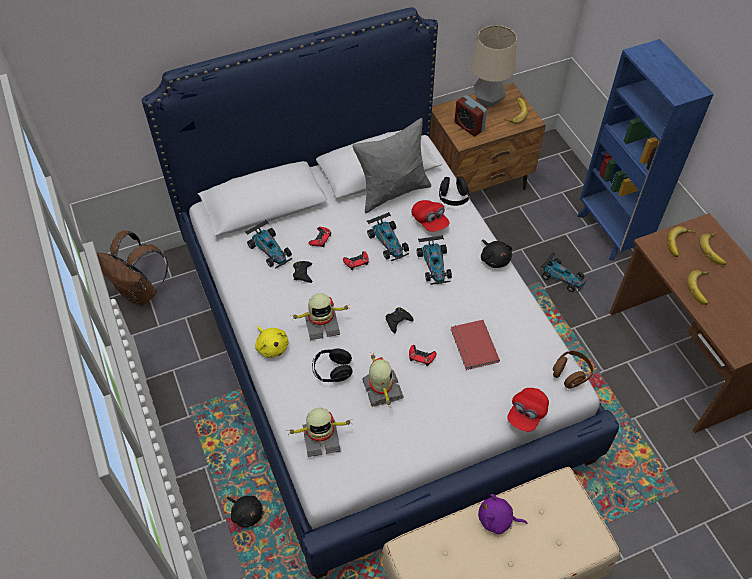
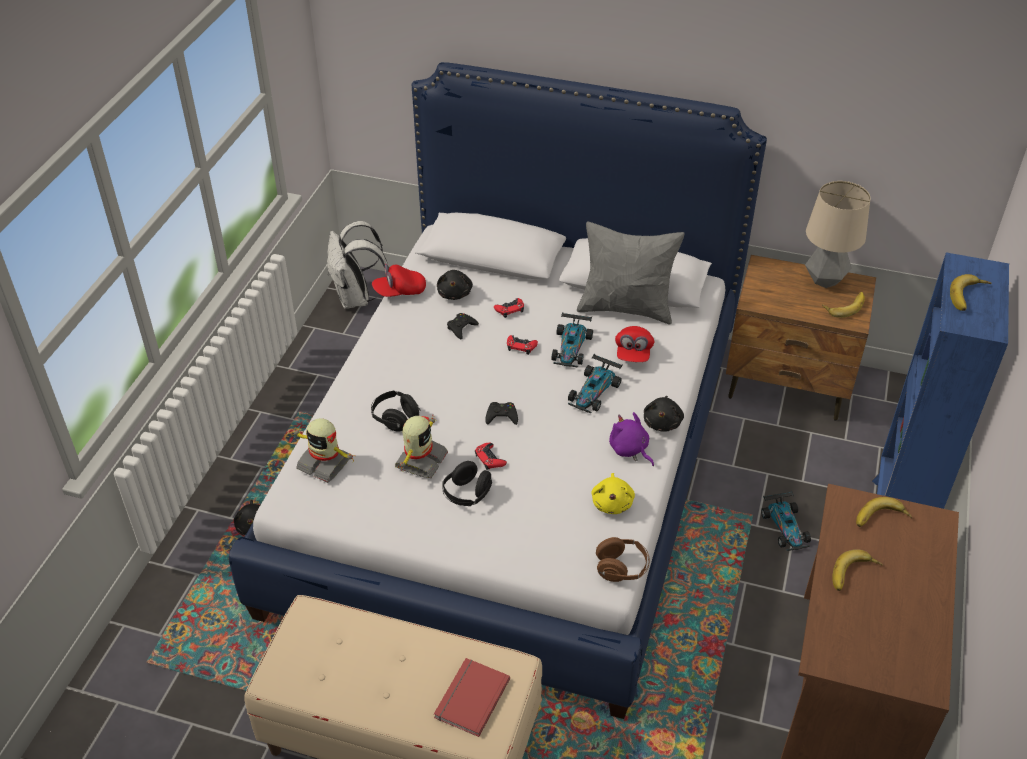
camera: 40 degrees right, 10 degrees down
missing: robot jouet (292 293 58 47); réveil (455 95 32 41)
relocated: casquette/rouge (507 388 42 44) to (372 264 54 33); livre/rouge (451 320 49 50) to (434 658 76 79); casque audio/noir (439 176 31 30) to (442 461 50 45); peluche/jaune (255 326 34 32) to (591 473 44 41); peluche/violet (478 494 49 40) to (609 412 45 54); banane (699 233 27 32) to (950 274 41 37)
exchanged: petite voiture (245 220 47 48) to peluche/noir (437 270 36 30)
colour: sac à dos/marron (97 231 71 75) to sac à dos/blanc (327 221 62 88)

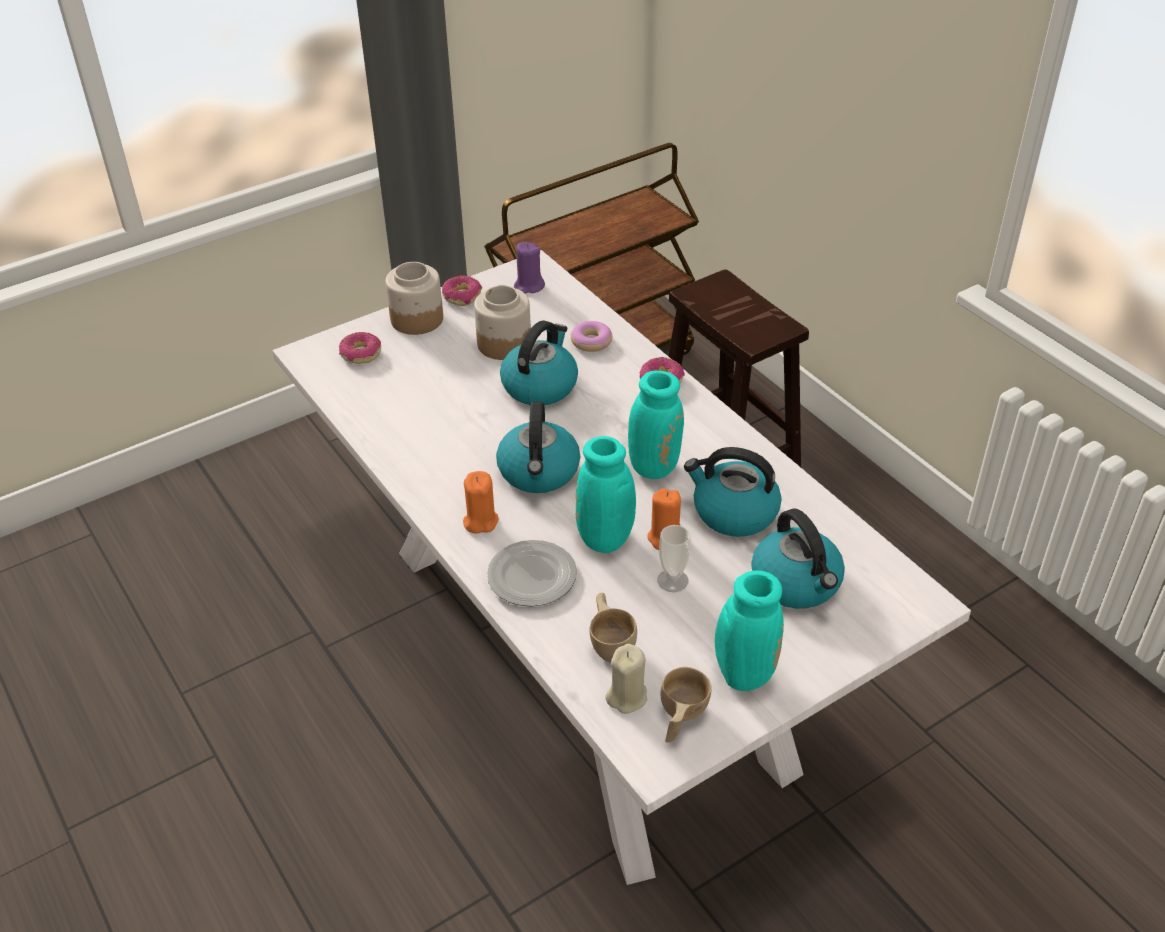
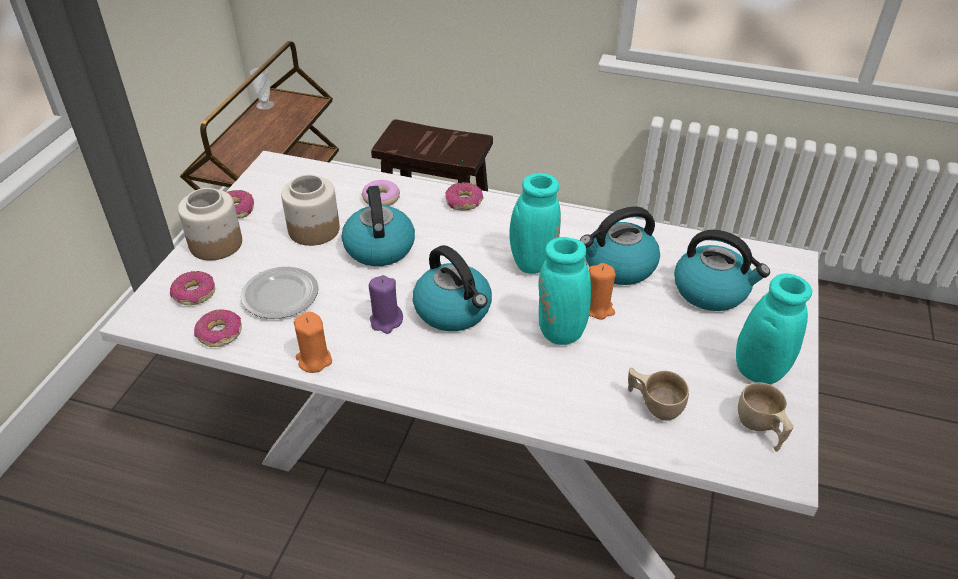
camera: 40 degrees left, 0 degrees up
missing: bougie/beige (606 644 41 70)
appeared: beignet (194 309 48 38)
relocated: assiette (487 540 90 66) to (240 267 79 52); tasse (657 525 33 67) to (250 68 24 42); bougie/orange (463 471 36 63) to (294 312 38 61); bougie/violet (514 242 31 52) to (369 275 34 59)

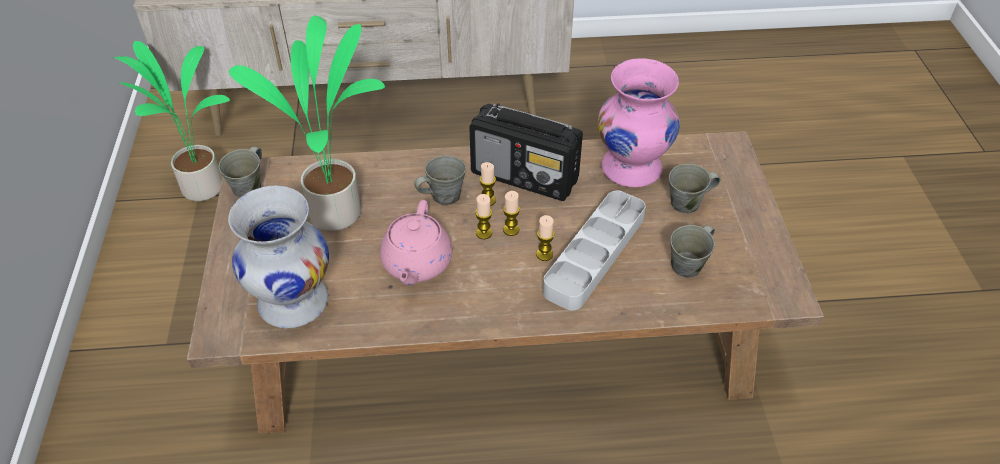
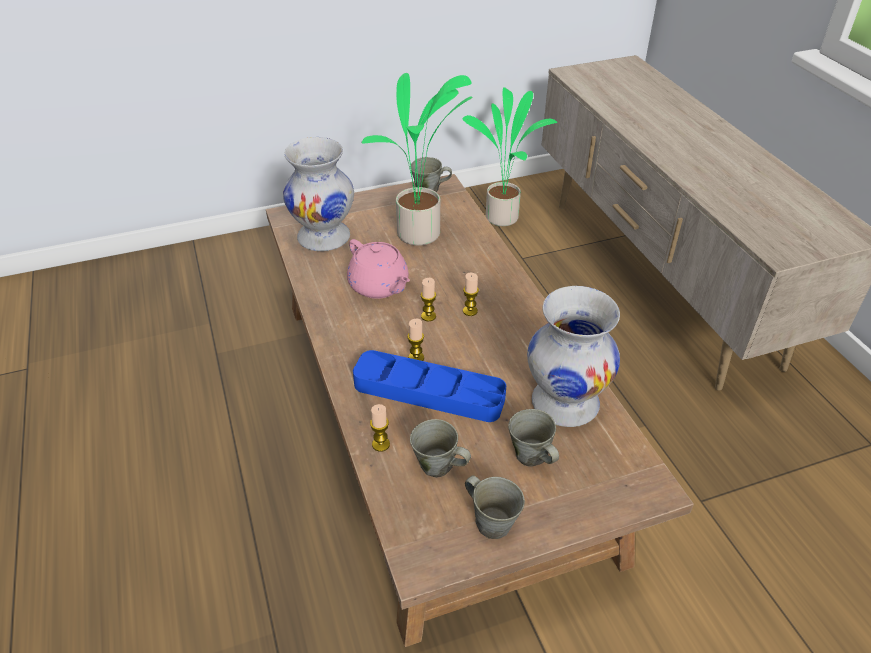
camera: 75 degrees right, 5 degrees down
missing: radio (469 103 114 98)
relocated: bougie (503 191 17 45) to (370 404 20 48); mug/gris (414 155 52 50) to (465 476 60 63)
colour: plateau/gris (543 191 103 119) to plateau/bleu (353 350 153 72); vase/rose (597 58 83 130) to vase/blanc (527 286 93 141)
spun: théière/rose (380 200 73 85) = (347 239 63 60) 120 degrees counterclockwise

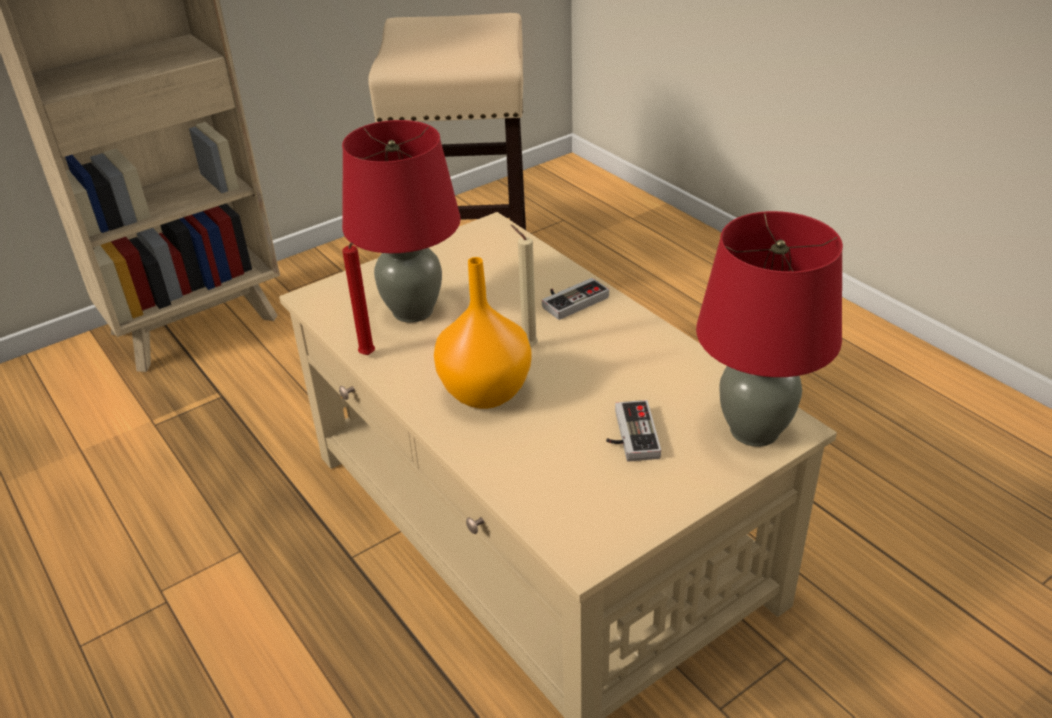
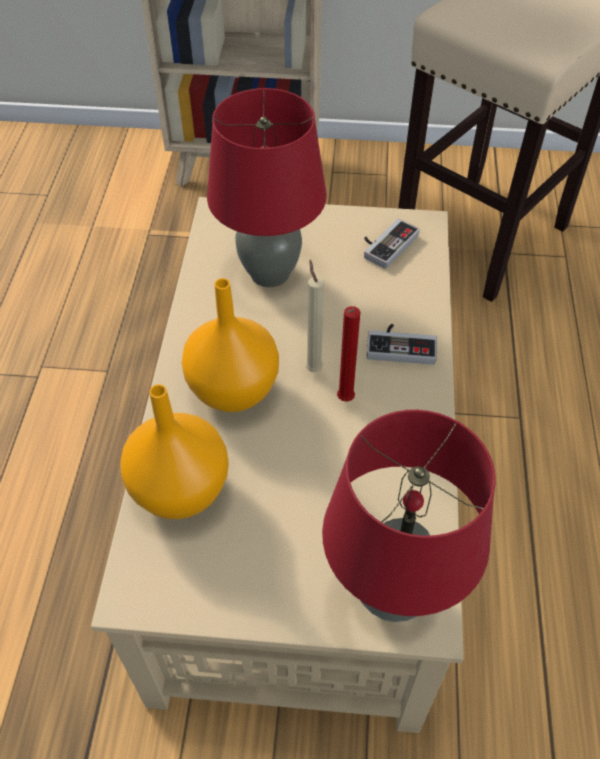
camera: 40 degrees right, 15 degrees up
appeared: vase/orange (120 384 109 135)
relocated: bougie/rouge (342 242 33 113) to (337 306 23 96); manette (606 400 55 61) to (364 219 56 50)

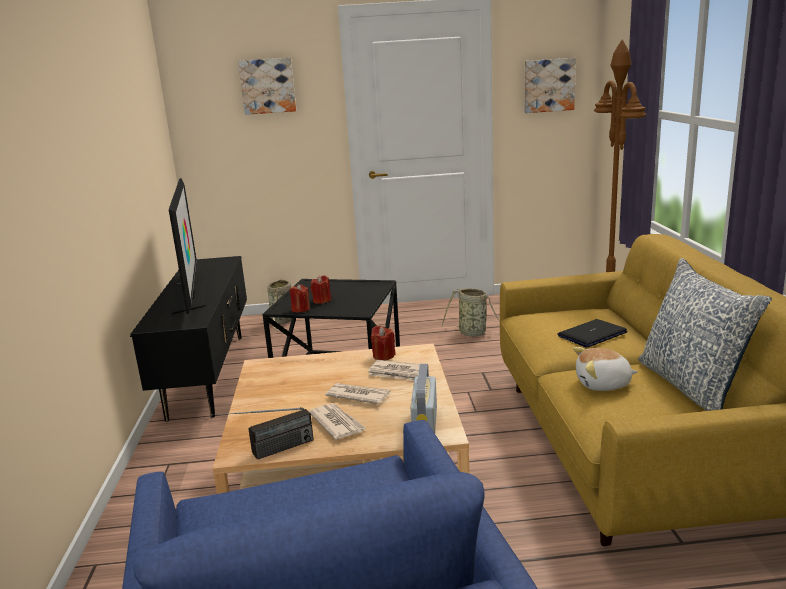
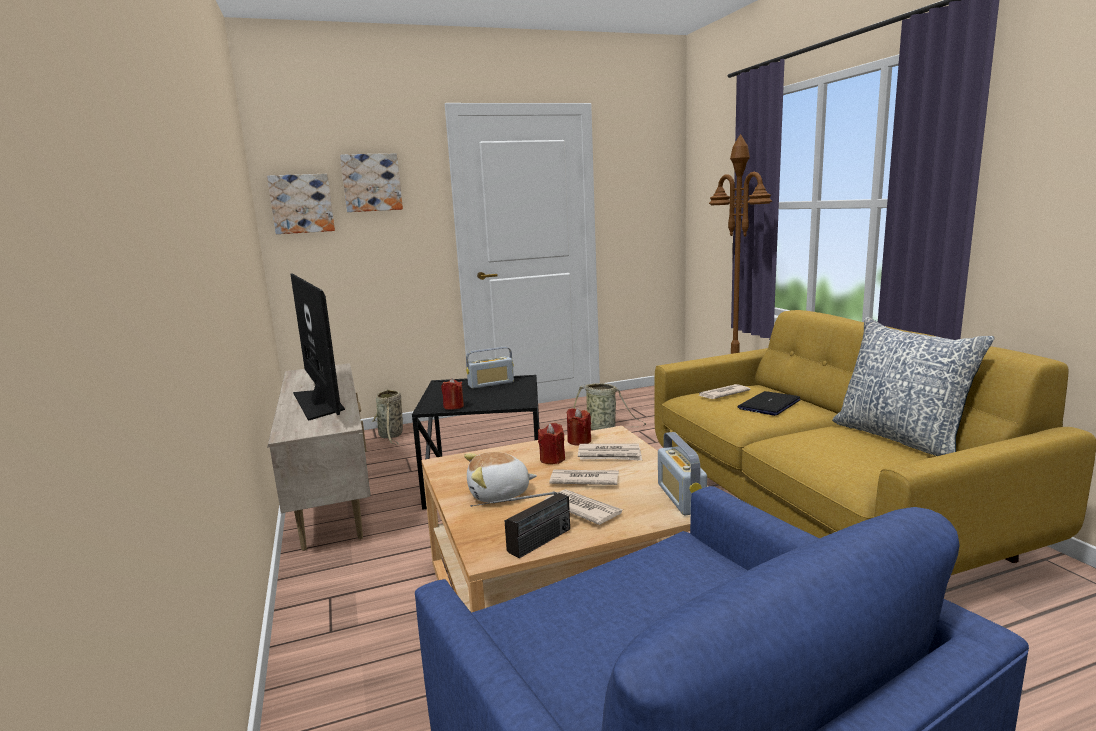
camera: 15 degrees left, 5 degrees down
appeared: radio (466 347 48 42); journal (699 384 52 15)
relocated: tableau (525 58 51 55) to (267 174 68 60); peluche (573 347 65 44) to (464 452 73 50); bougie/rouge (310 276 21 28) to (538 423 27 41)
colour: meuble télé/noir (130 256 117 166) to meuble télé/beige (267 363 104 188)

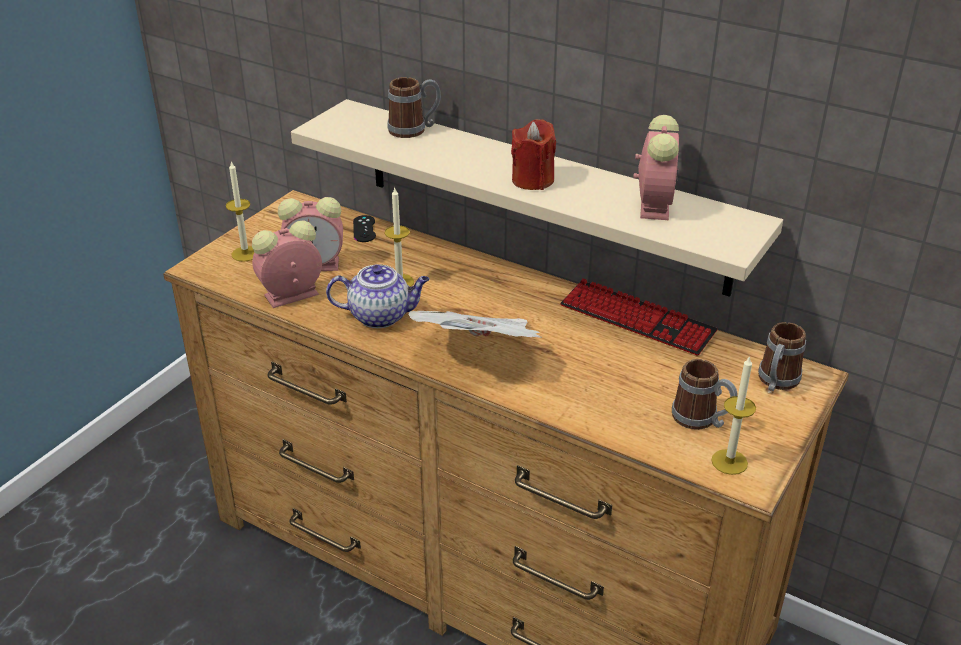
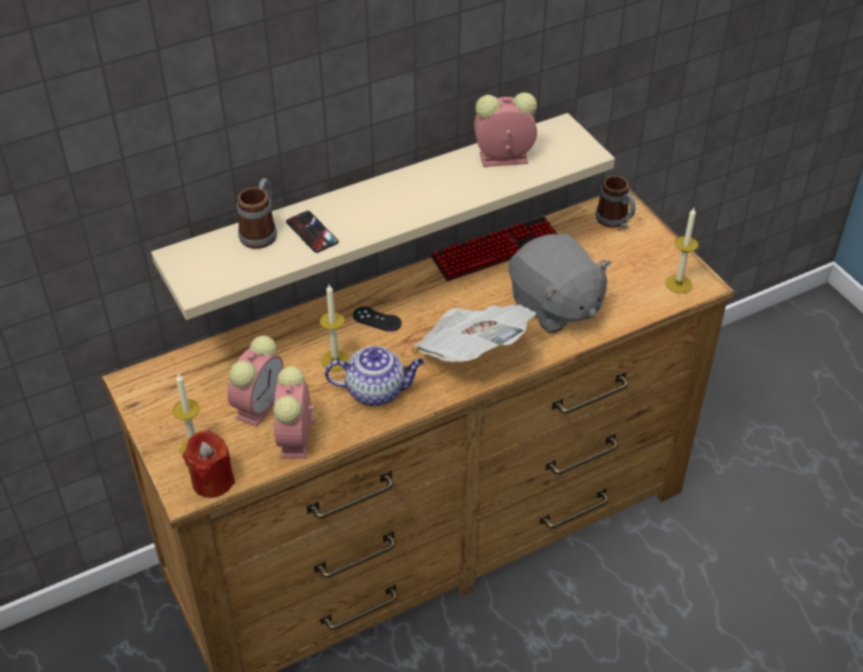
camera: 60 degrees left, 10 degrees up
missing: mug (672 359 66 71)
appeared: téléphone (286 211 53 42); peluche/gris (509 234 102 100)
relocated: bougie/rouge (511 119 45 71) to (183 430 52 68); manette/noir (353 215 23 27) to (353 307 49 25)
spun: théière (326 264 104 64) = (325 345 99 61) 60 degrees clockwise; réveil (633 115 46 105) = (474 92 63 75) 45 degrees counterclockwise

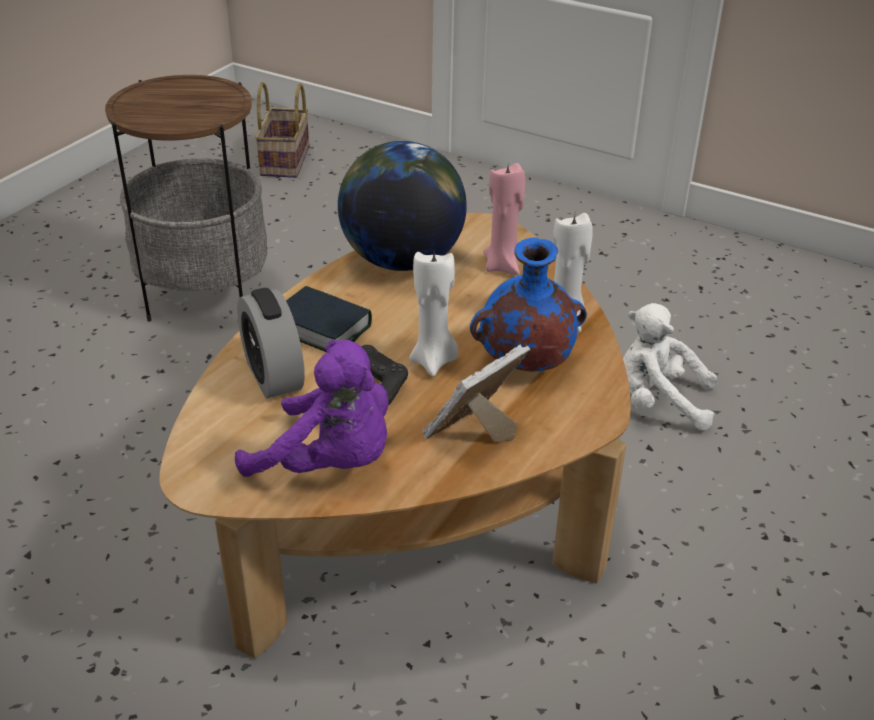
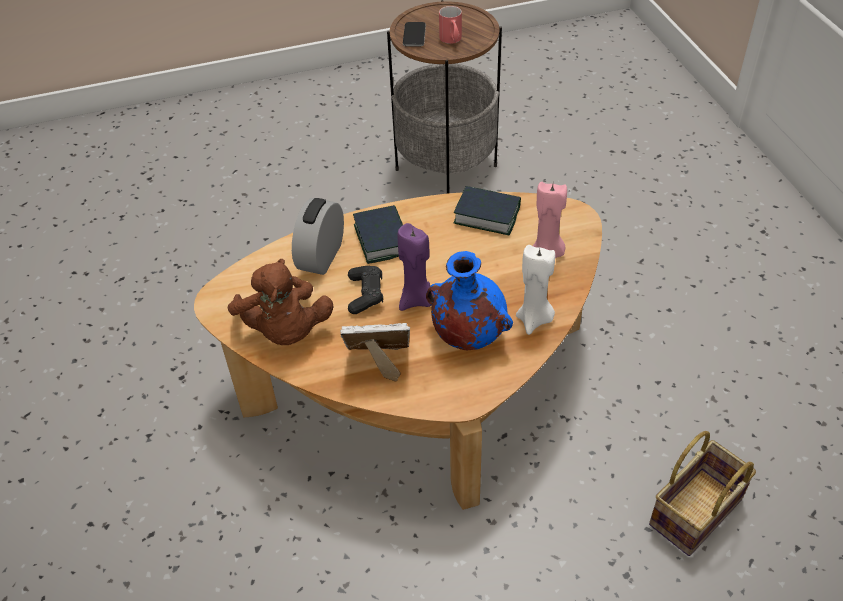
camera: 45 degrees right, 10 degrees up
missing: peluche/blanc (623 303 94 127)
appeared: téléphone (403 22 23 24); mug/rouge (439 6 23 38)
relocated: panier (255 82 54 96) to (649 431 107 125)
exchanged: globe (338 141 129 130) to livre (454 186 67 49)
colour: peluche/violet (235 340 154 137) to peluche/marron (228 259 106 86); bougie/blanc (410 252 48 124) to bougie/violet (398 223 36 88)

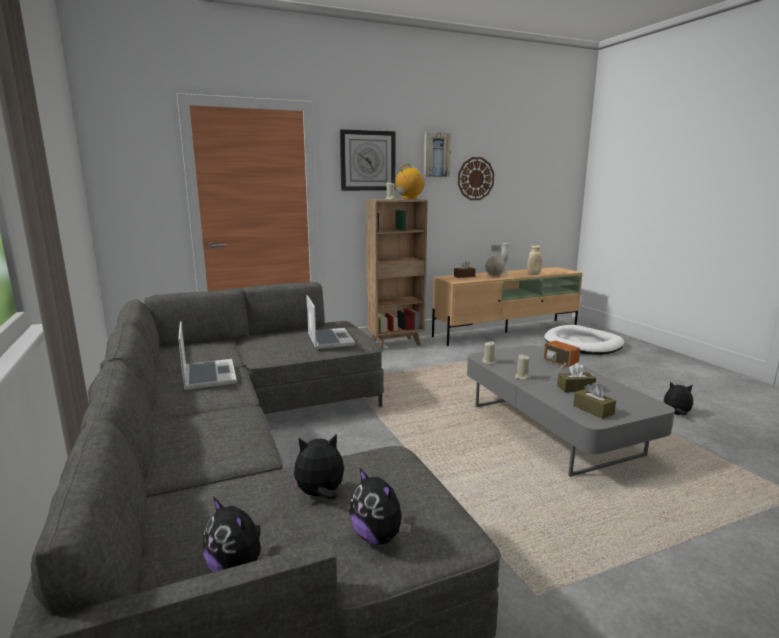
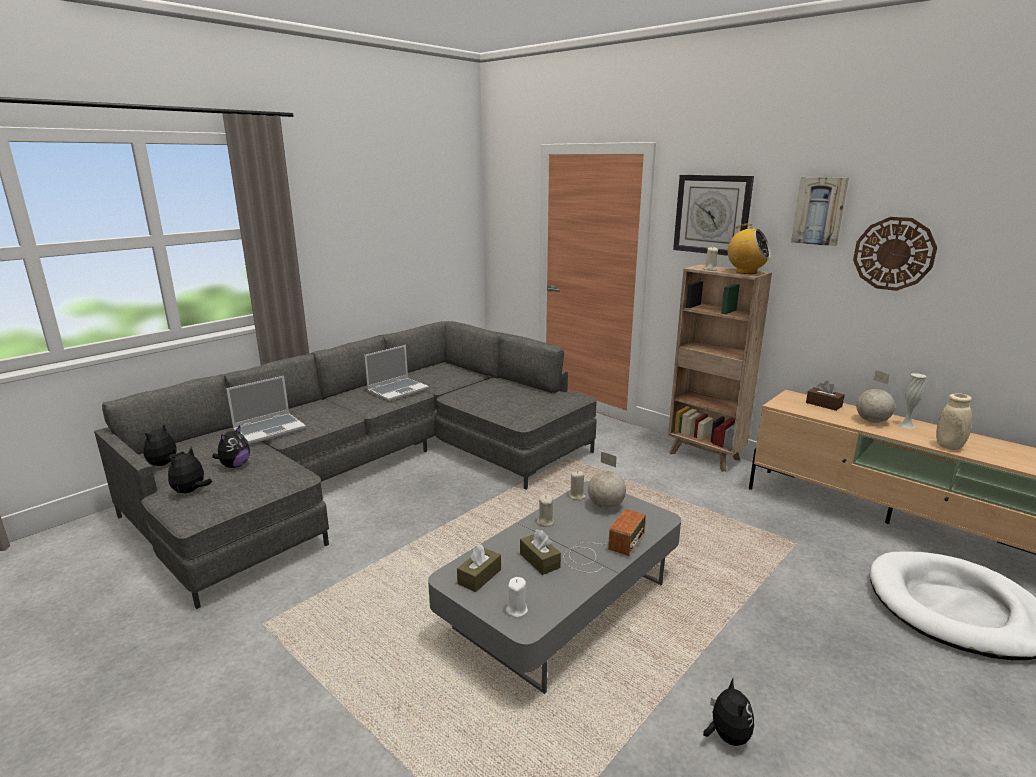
camera: 65 degrees right, 5 degrees up
appeared: bougie/blanc (506 577 22 41); globe (588 452 38 57)
relocated: ordinateur portable (306 295 49 54) to (226 376 80 68)
spun: peluche (290 434 54 66) = (212 426 38 42) 60 degrees clockwise

